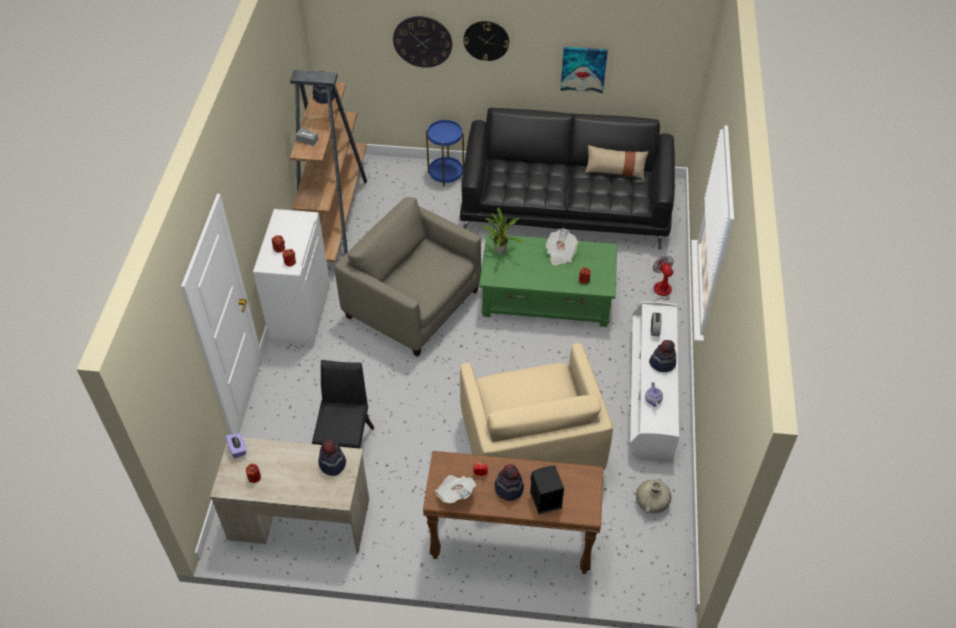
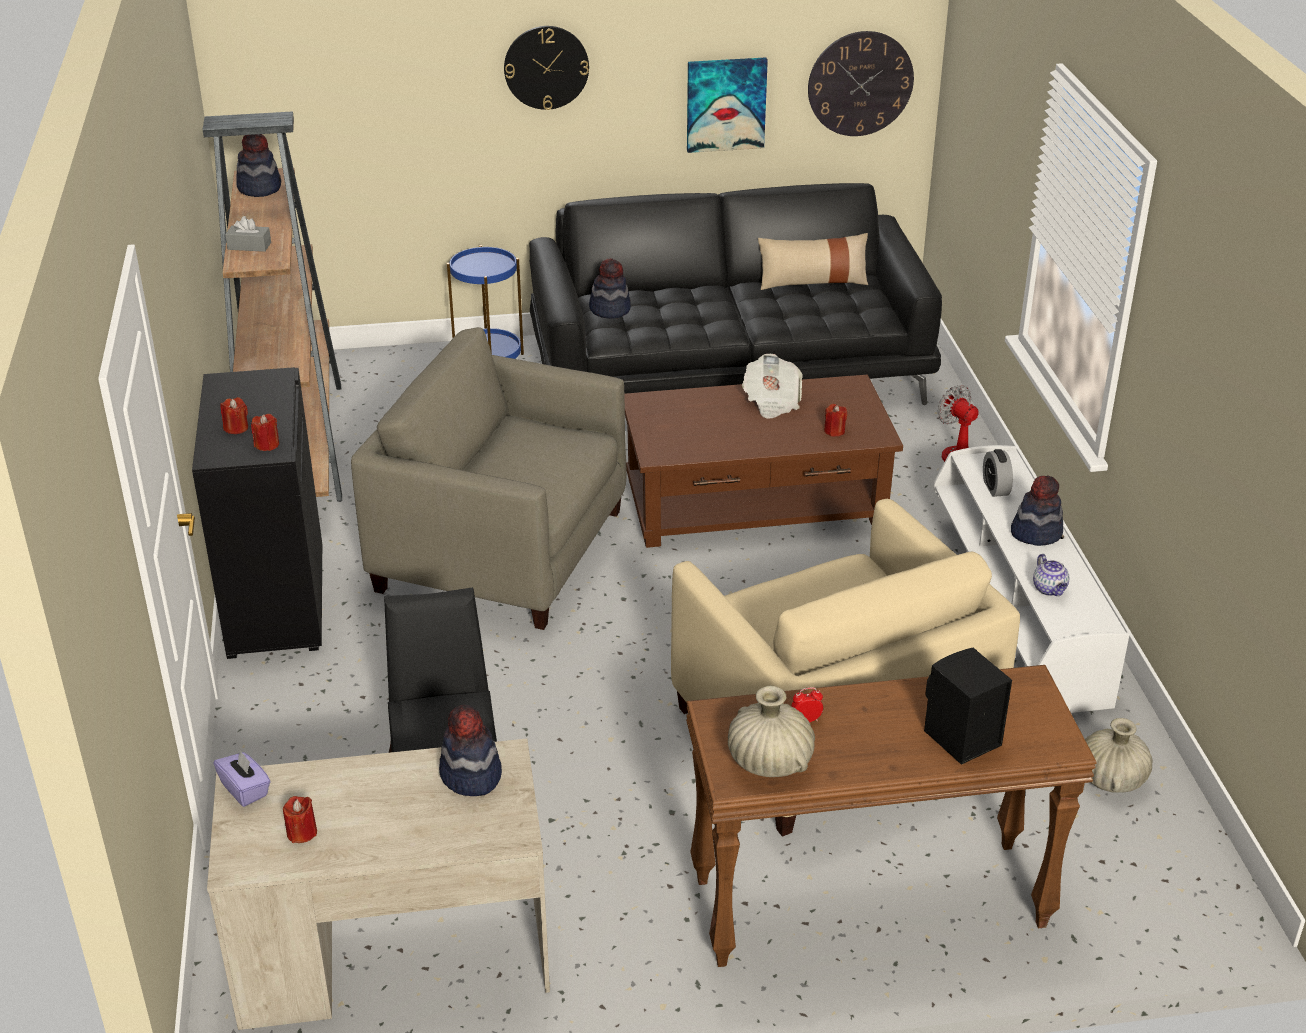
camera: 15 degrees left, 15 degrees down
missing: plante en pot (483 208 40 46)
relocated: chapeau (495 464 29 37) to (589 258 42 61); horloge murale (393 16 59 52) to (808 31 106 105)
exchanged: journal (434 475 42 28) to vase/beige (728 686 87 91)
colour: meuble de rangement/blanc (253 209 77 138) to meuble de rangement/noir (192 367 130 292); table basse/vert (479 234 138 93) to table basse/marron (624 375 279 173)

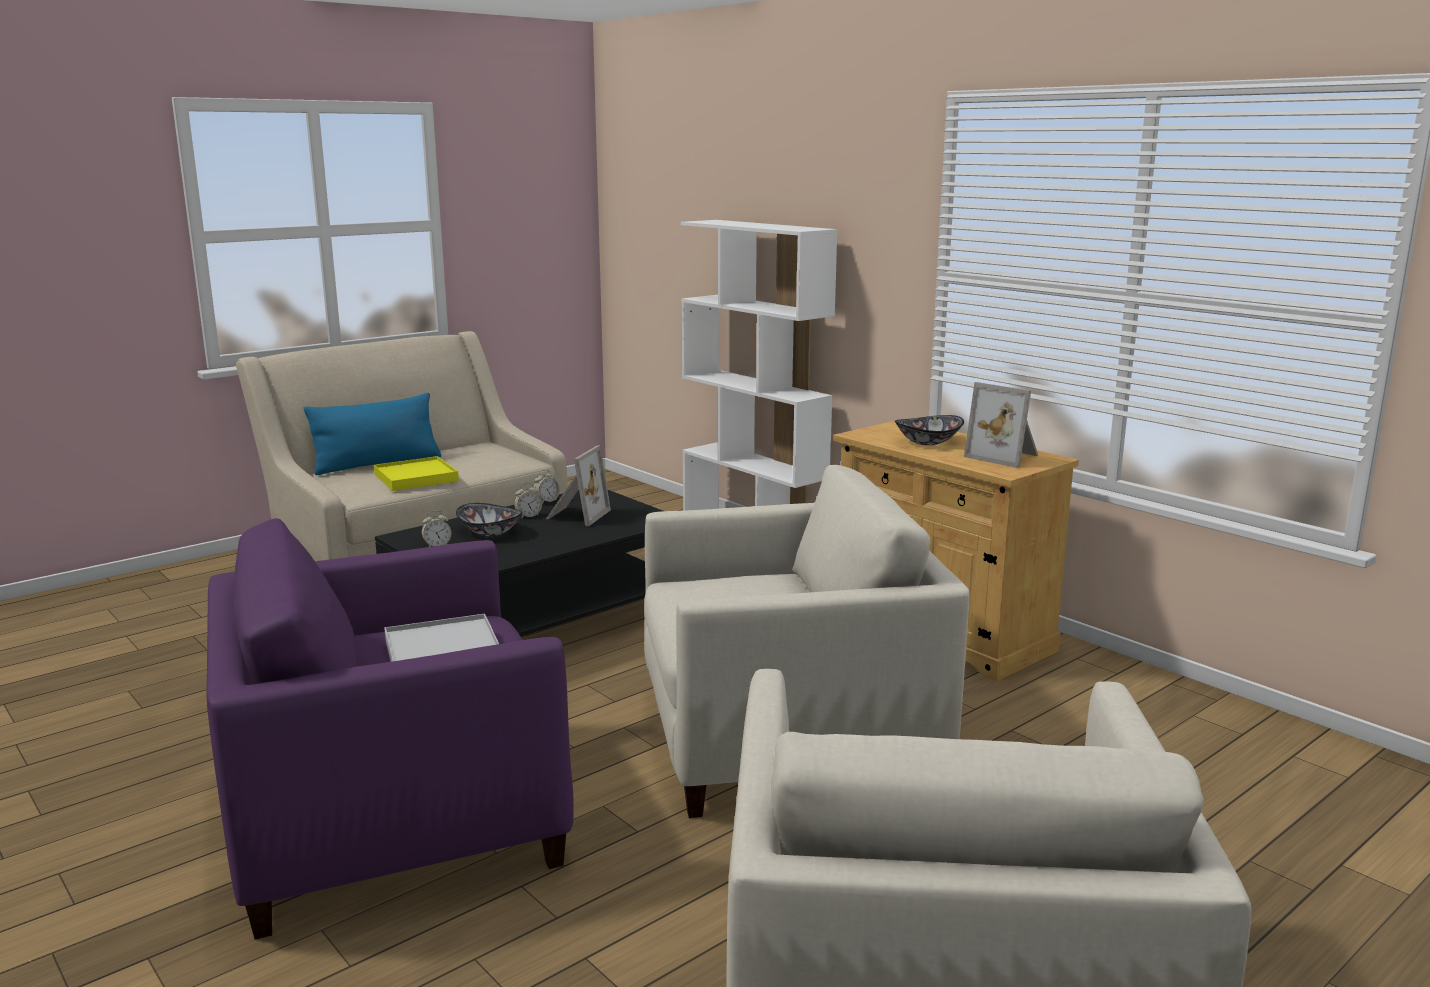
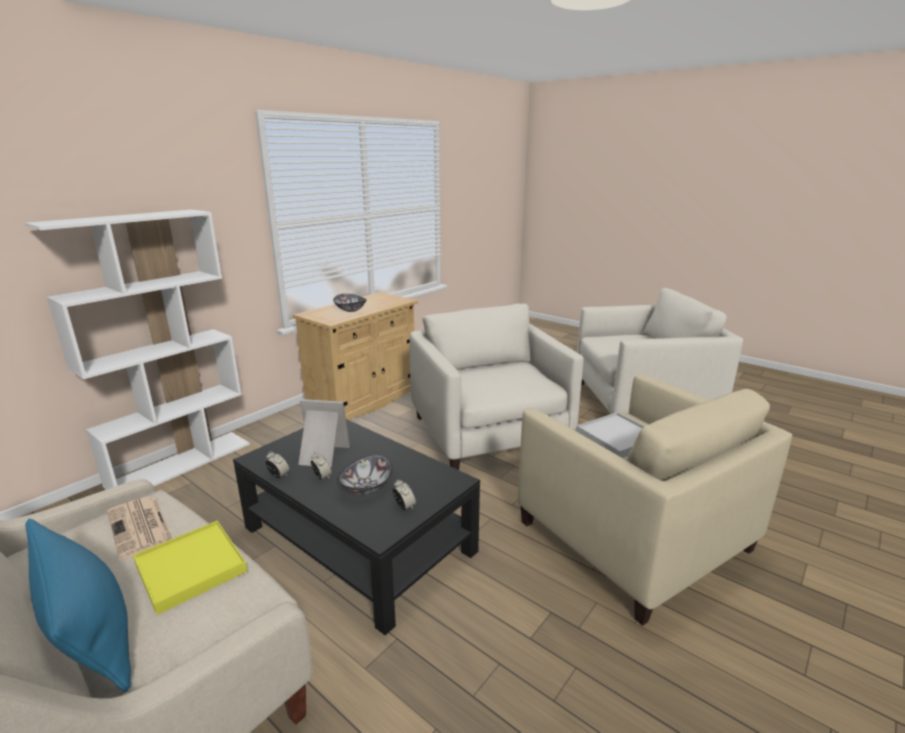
camera: 100 degrees left, 5 degrees up
missing: cadre photo (964 382 74 86)
appeared: journal (107 497 66 63)
colour: fauteuil/violet (207 518 367 422) to fauteuil/beige (518 374 274 252)

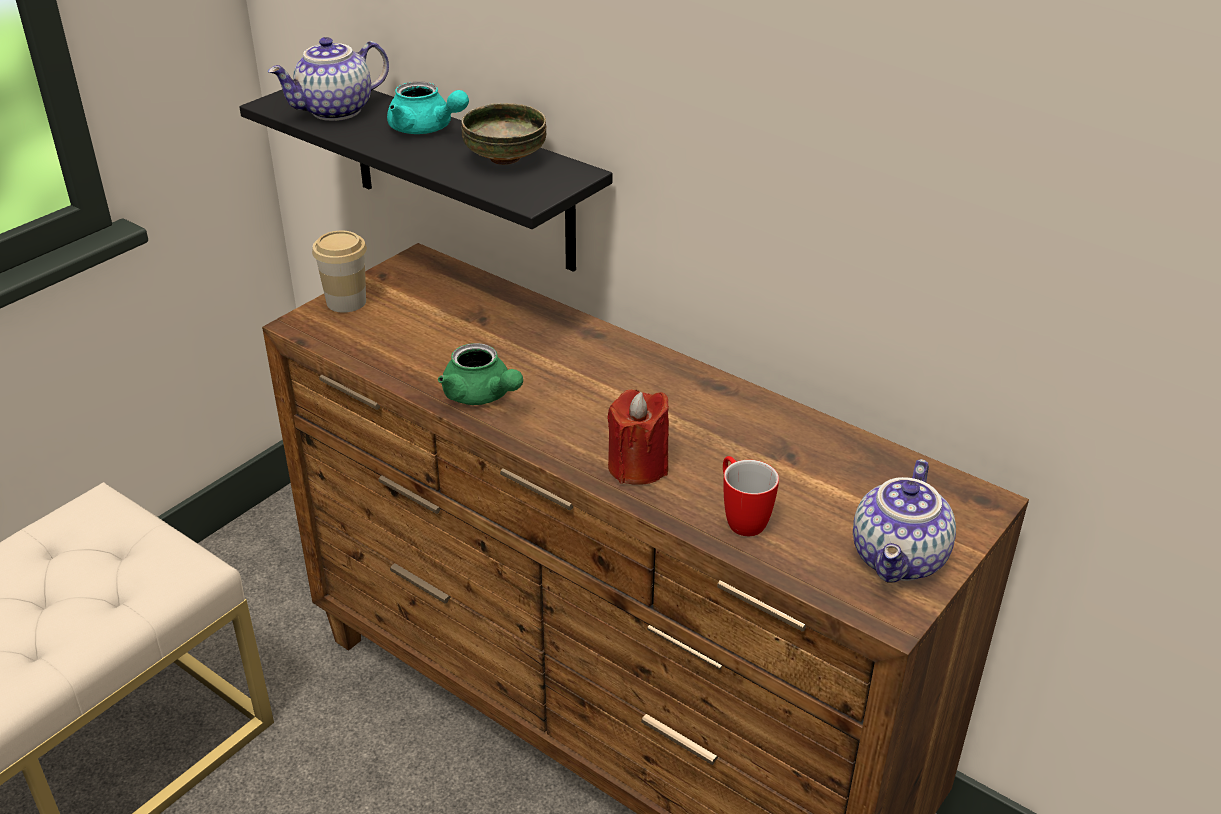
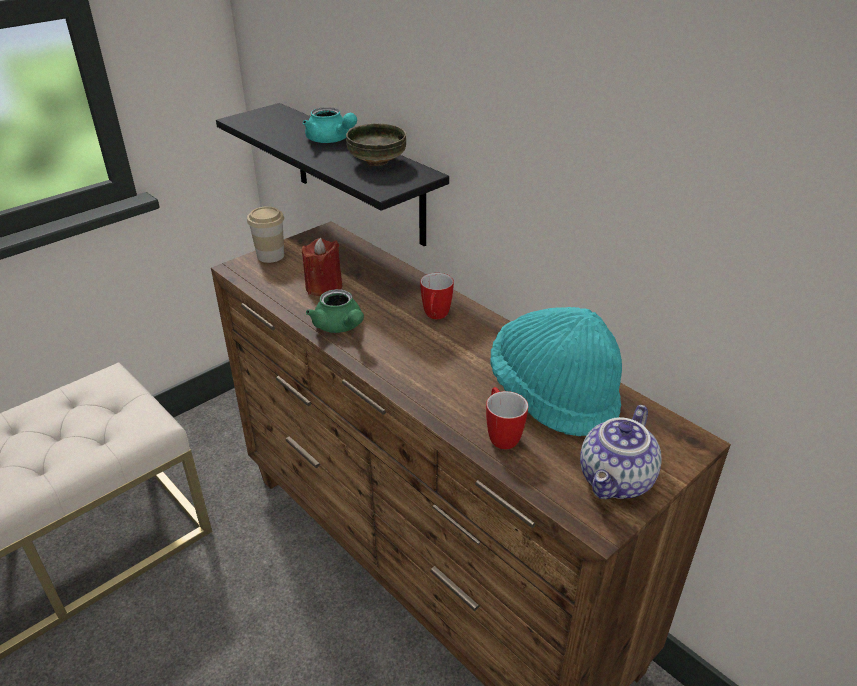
camera: 10 degrees right, 0 degrees up
missing: théière (268 37 121 84)
appeared: mug (420 273 34 46); chapeau/turquoise (490 307 132 129)
relocated: bougie/rouge (607 390 62 95) to (302 238 40 58)

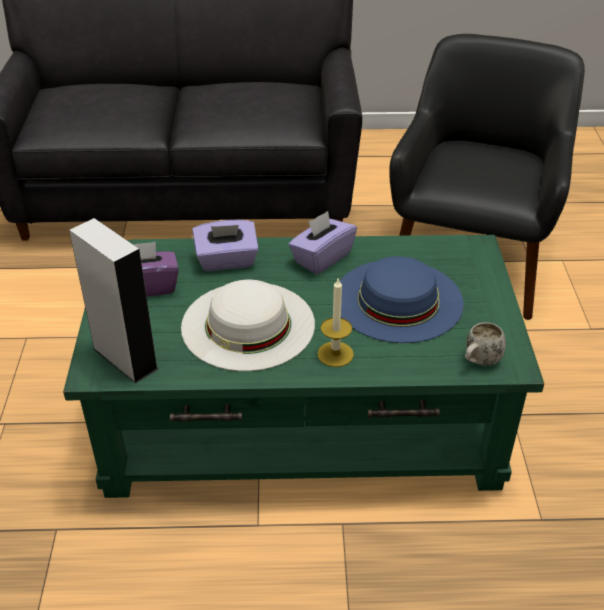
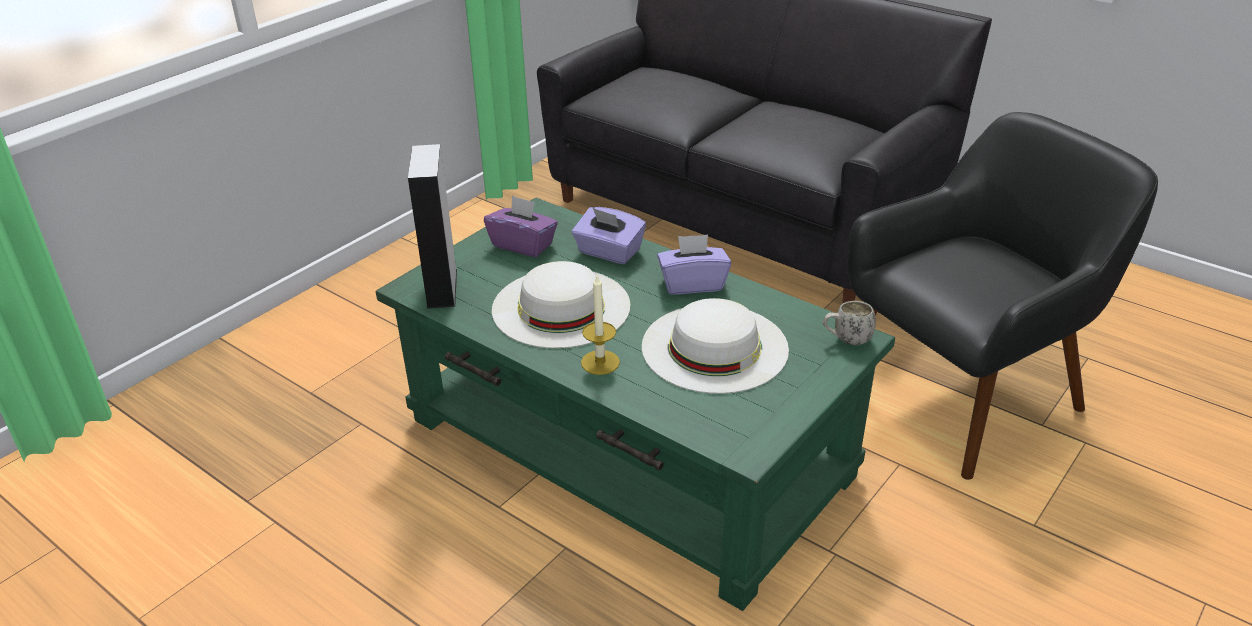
camera: 40 degrees right, 5 degrees down
relocated: mug/blanc (465 322 41 44) to (822 301 54 44)
colour: chapeau/bleu (340 256 124 87) to chapeau/blanc (642 298 147 96)

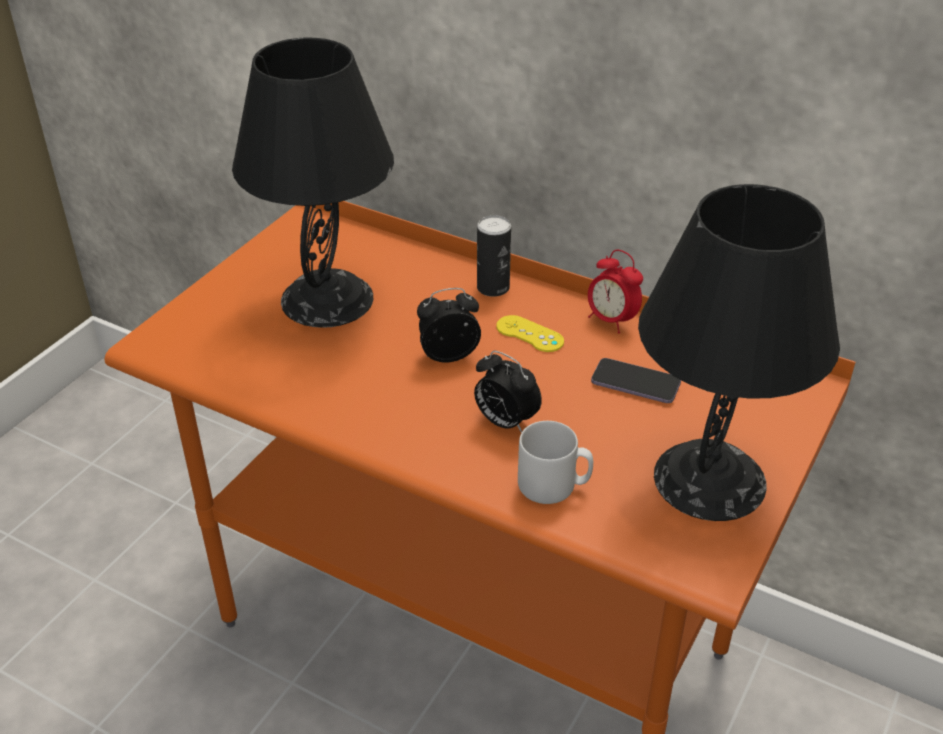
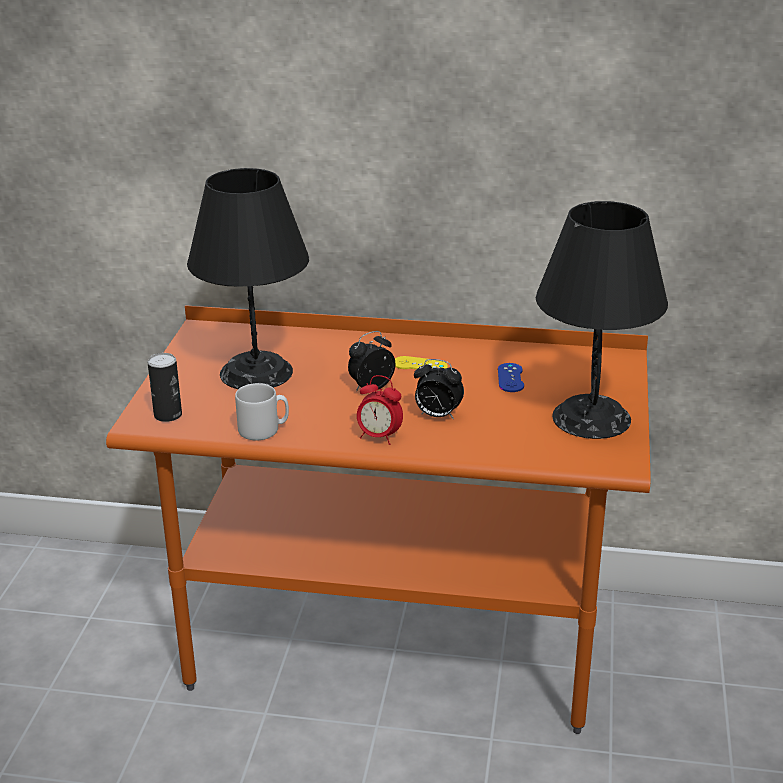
camera: 20 degrees left, 10 degrees down
relocated: boîte métallique (477 215 34 82) to (147 353 35 69); mug/gris (518 421 75 83) to (235 383 54 57); réveil (588 249 55 84) to (357 375 46 70)
exchanged: téléphone (591 358 90 45) to manette/bleu (498 363 26 29)

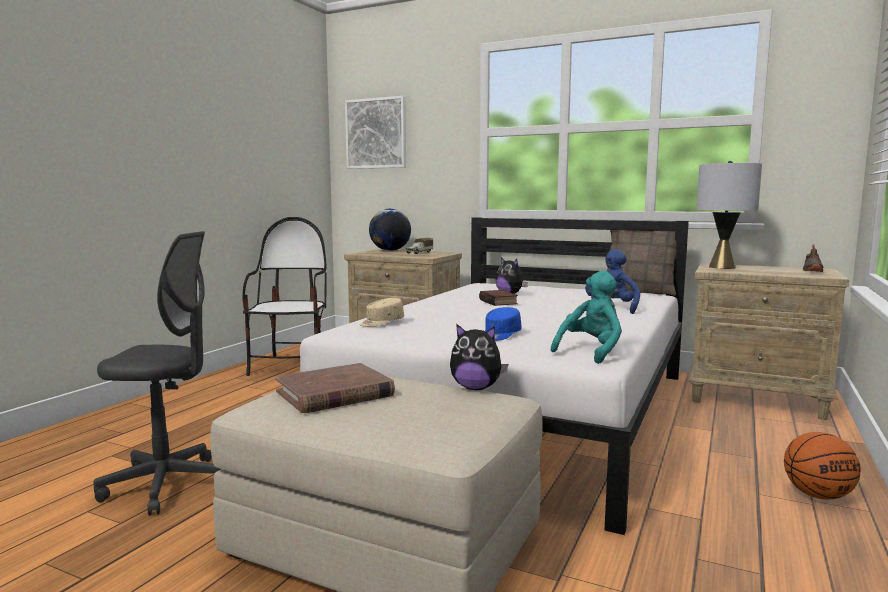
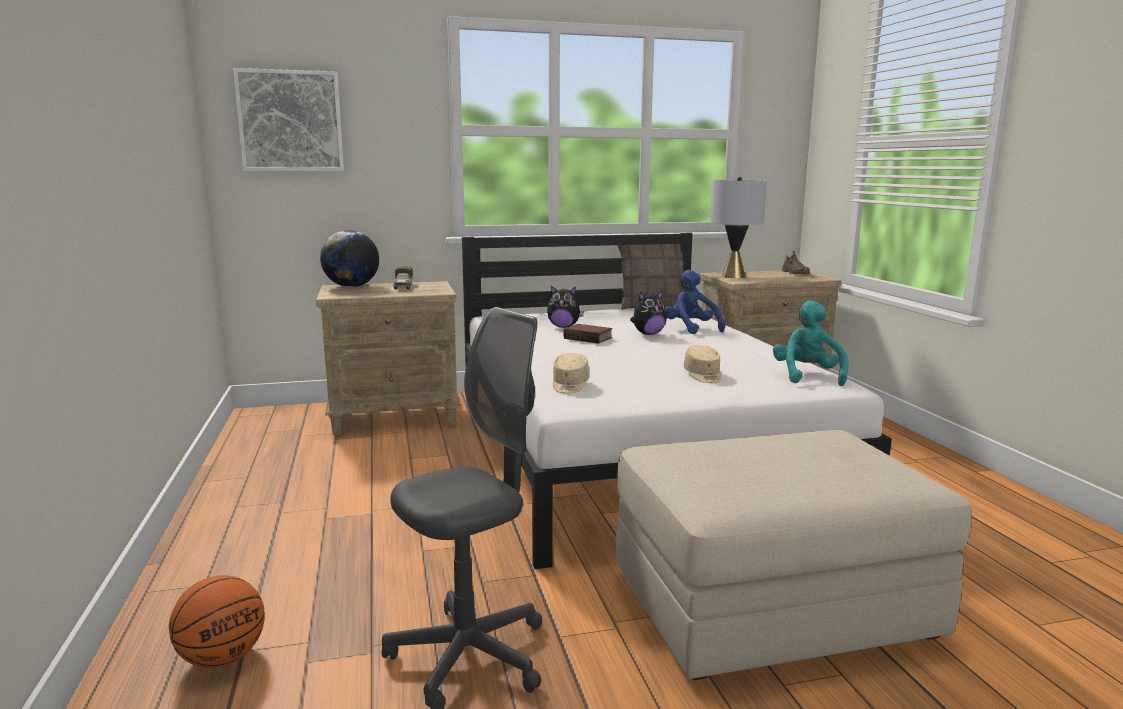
camera: 40 degrees left, 5 degrees up
missing: chaise (242 217 85 159); livre/marron (275 363 120 50)
relocated: ballon de basket (784 432 77 68) to (169 575 96 93); peluche (450 324 58 66) to (630 290 37 45)
colour: casquette/bleu (485 307 36 34) to casquette/beige (684 345 38 38)

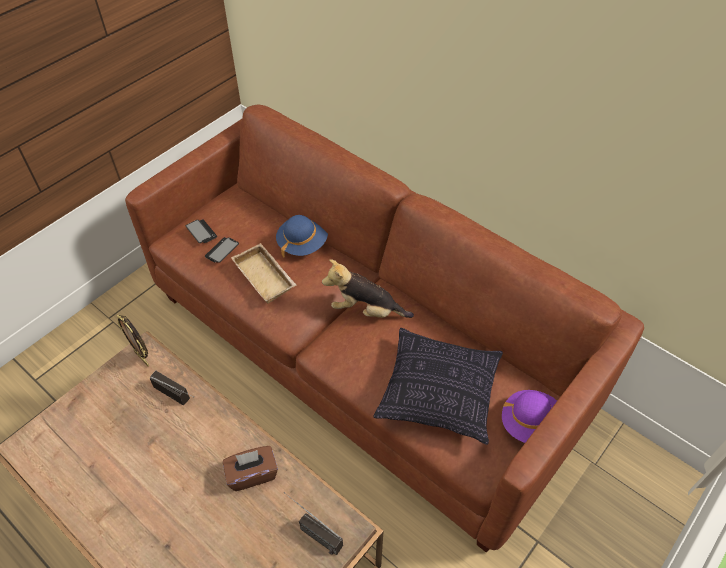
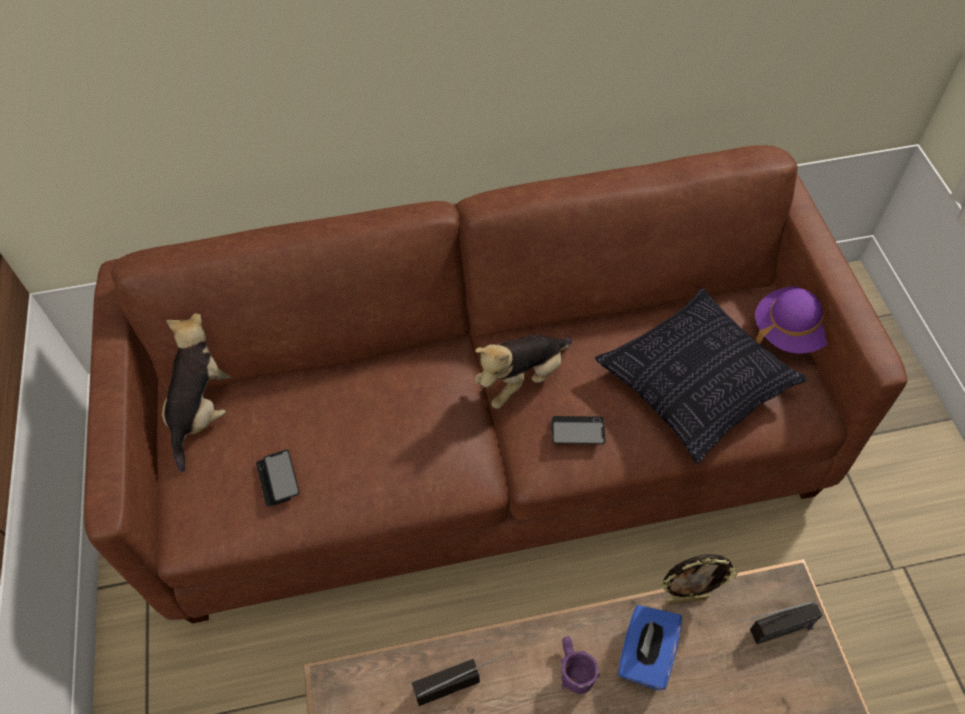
camera: 50 degrees left, 5 degrees up
missing: plateau/beige (231 243 66 61); chapeau/bleu (276 215 52 43)
appeared: peluche (162 314 69 158); mug/violet (561 636 39 58)
relocated: téléphone (186 219 31 24) to (552 416 53 28); cadre photo (117 315 32 51) to (660 554 78 50)
colour: boîte à mouchoirs/marron (223 446 55 45) to boîte à mouchoirs/bleu (618 605 64 85)

